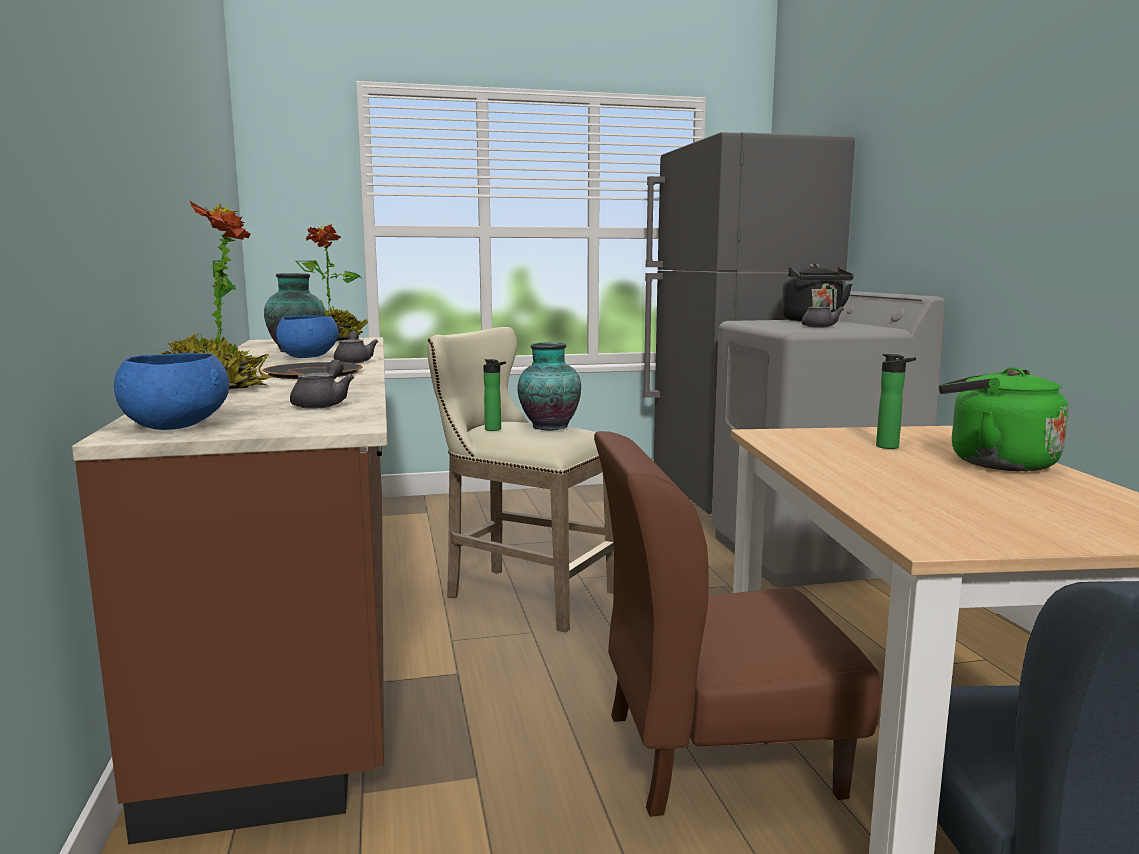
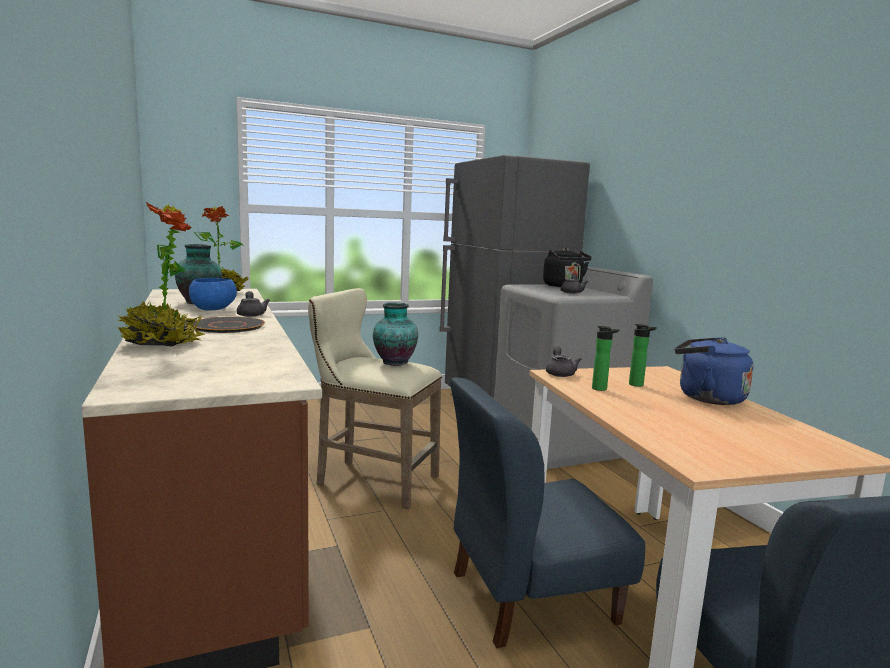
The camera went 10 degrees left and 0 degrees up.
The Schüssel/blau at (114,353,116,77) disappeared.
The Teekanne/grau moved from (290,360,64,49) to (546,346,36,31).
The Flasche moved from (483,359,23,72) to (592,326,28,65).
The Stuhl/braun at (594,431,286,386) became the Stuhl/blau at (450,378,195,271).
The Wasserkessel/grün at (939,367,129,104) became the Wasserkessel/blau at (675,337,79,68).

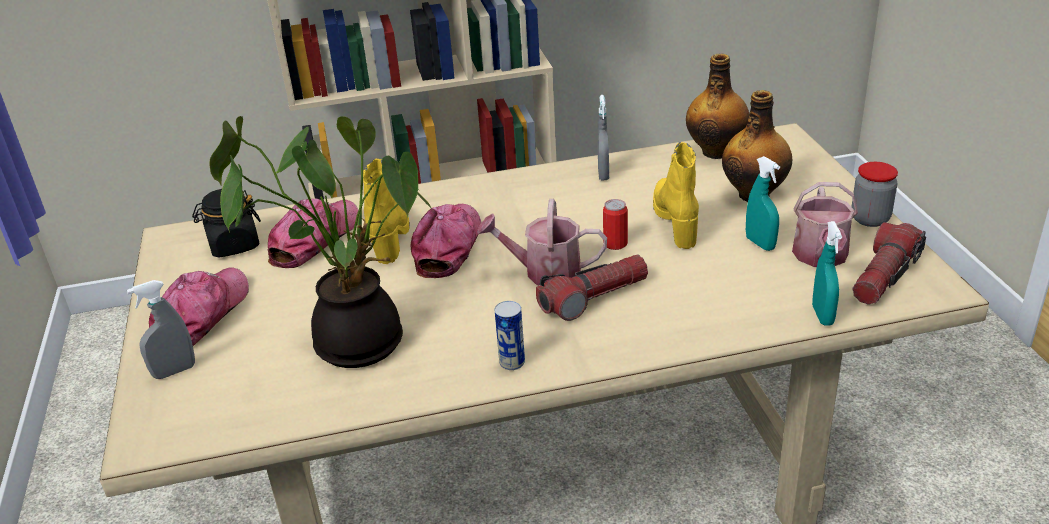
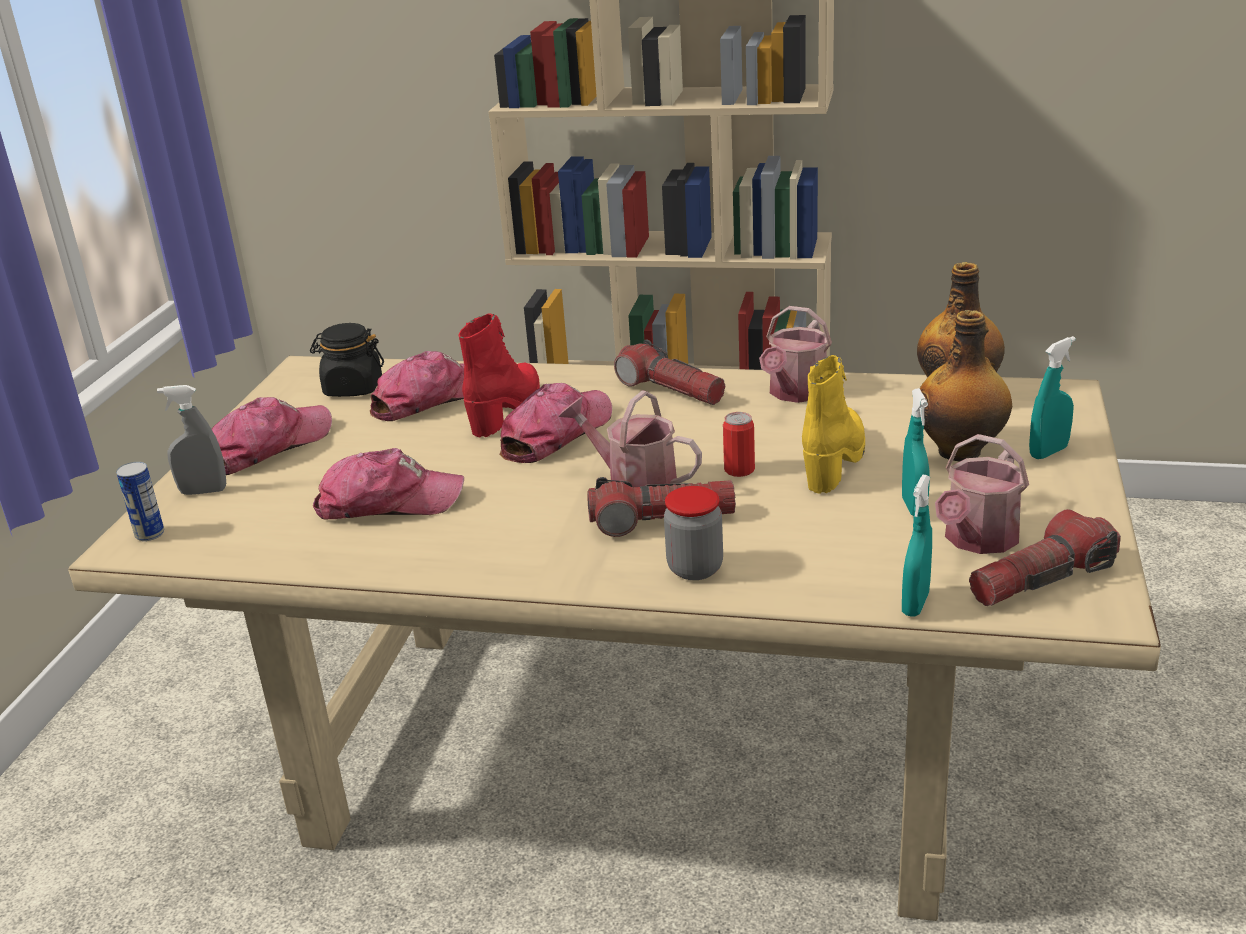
The camera went 25 degrees right and 5 degrees down.
The Topfpflanze at (209,116,223,252) was replaced by the Kappe at (313,448,151,71).
The Stiefel/gelb at (363,158,47,106) became the Stiefel/rot at (458,313,82,124).
The Dose moved from (494,301,31,69) to (116,462,48,79).
The Sprühflasche/grau at (598,95,11,86) was replaced by the Gießkanne at (759,306,73,97).
The Vorratsglas moved from (851,162,47,65) to (664,486,59,94).
The Taschenlampe at (614,340,111,65) appeared.
The Sprühflasche/türkis at (1029,336,47,123) appeared.

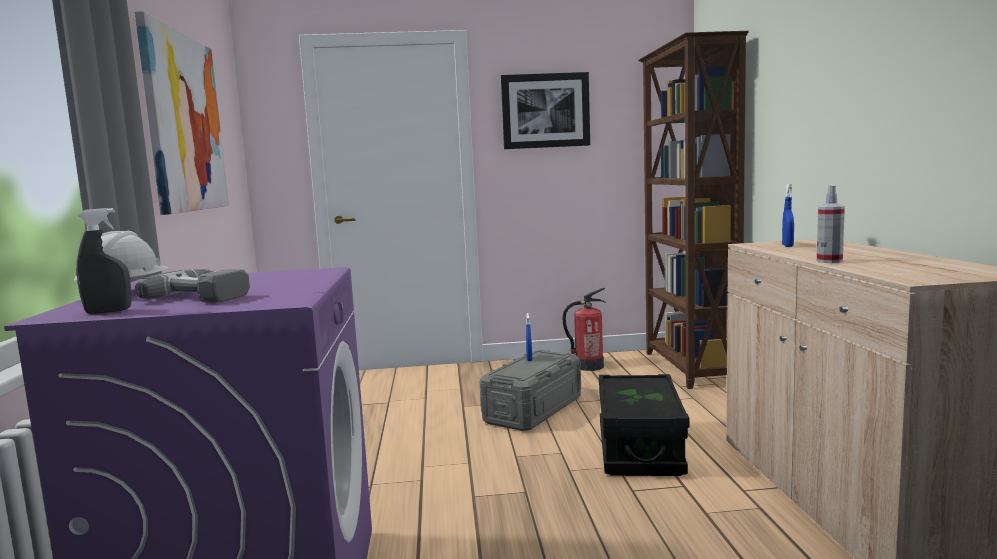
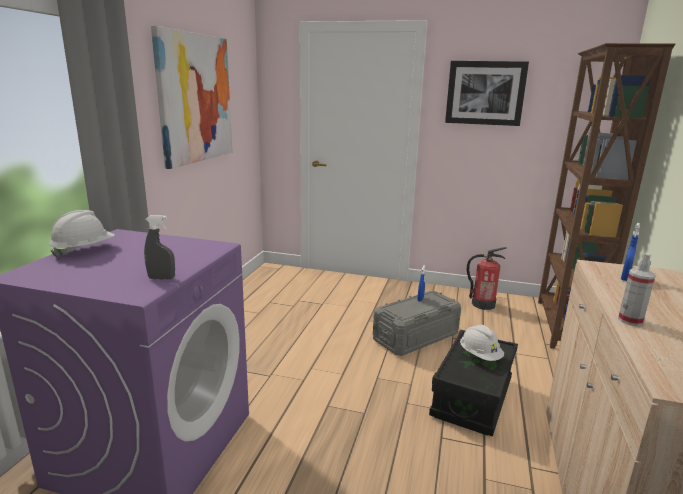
The camera went 20 degrees right and 10 degrees up.
The Sprühflasche/grau moved from (76,208,56,106) to (144,215,31,65).
The Bohrmaschine at (135,269,115,34) disappeared.
The Schutzhelm/weiß at (460,325,44,36) appeared.

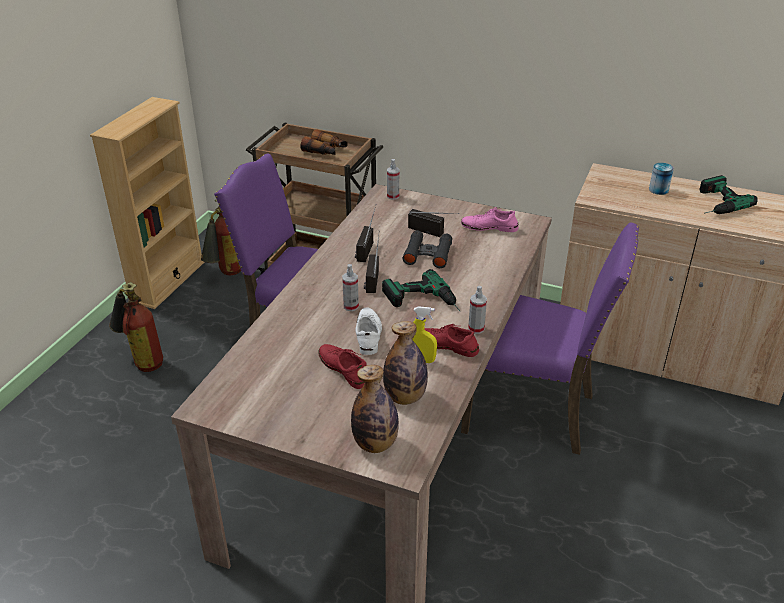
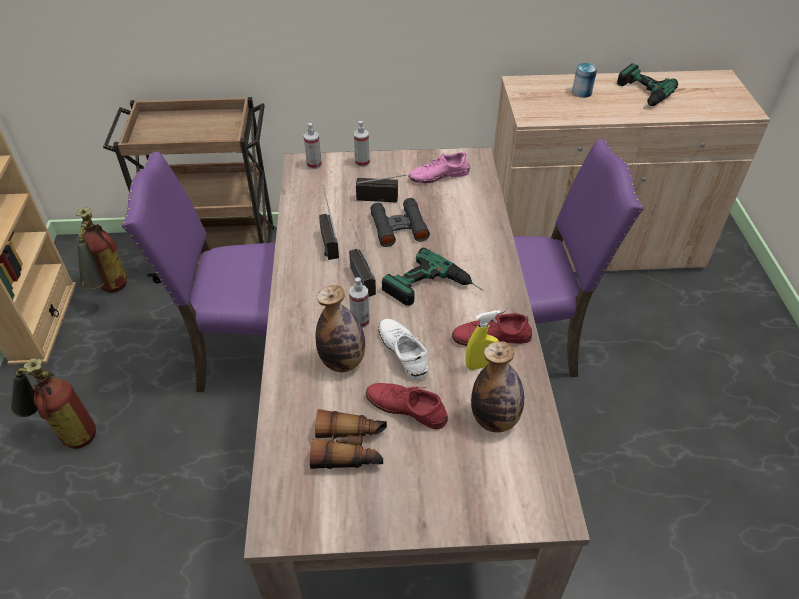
The camera went 25 degrees left and 10 degrees up.
The Fernglas moved from (300,130,48,25) to (310,409,77,60).
The Flasche moved from (351,365,48,88) to (315,285,50,87).
The Sprühflasche moved from (468,286,19,48) to (354,121,16,46).

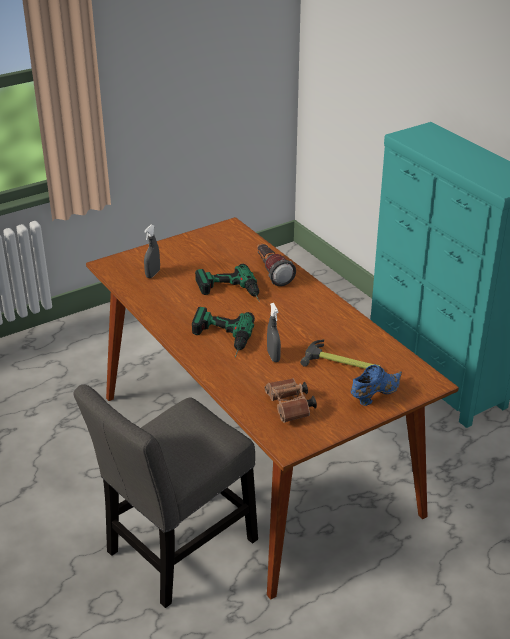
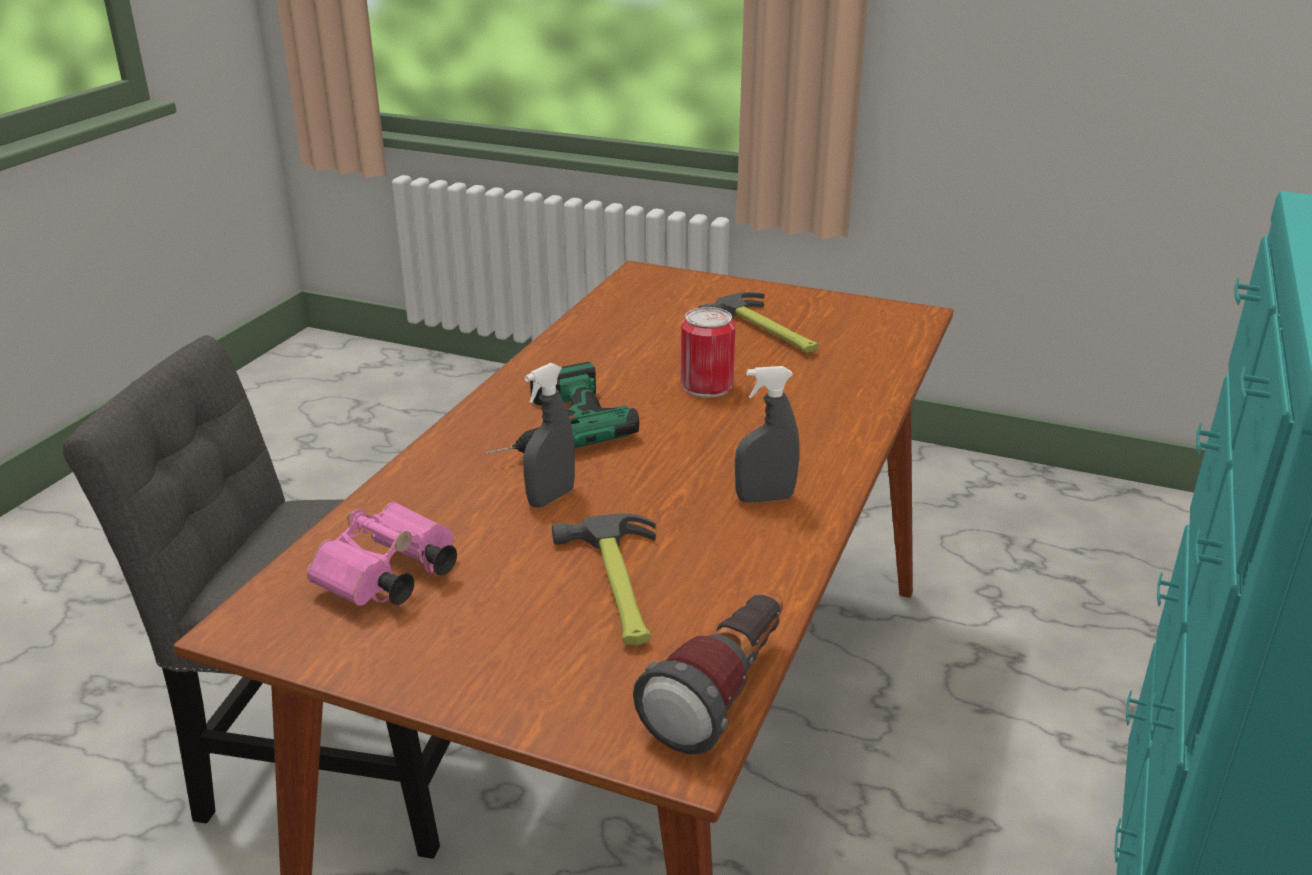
The camera went 55 degrees right and 5 degrees down.
The Sprühflasche/grau moved from (144,225,16,53) to (735,366,65,137).
The Bohrmaschine at (195,264,65,38) was replaced by the Dose at (681,307,55,90).
The Taschenlampe moved from (257,244,39,42) to (633,592,150,162).
The Fernglas/braun at (265,378,52,45) became the Fernglas/rosa at (307,502,150,104).
The Schuh/blau at (351,365,51,41) disappeared.
The Hammer at (698,292,121,61) appeared.

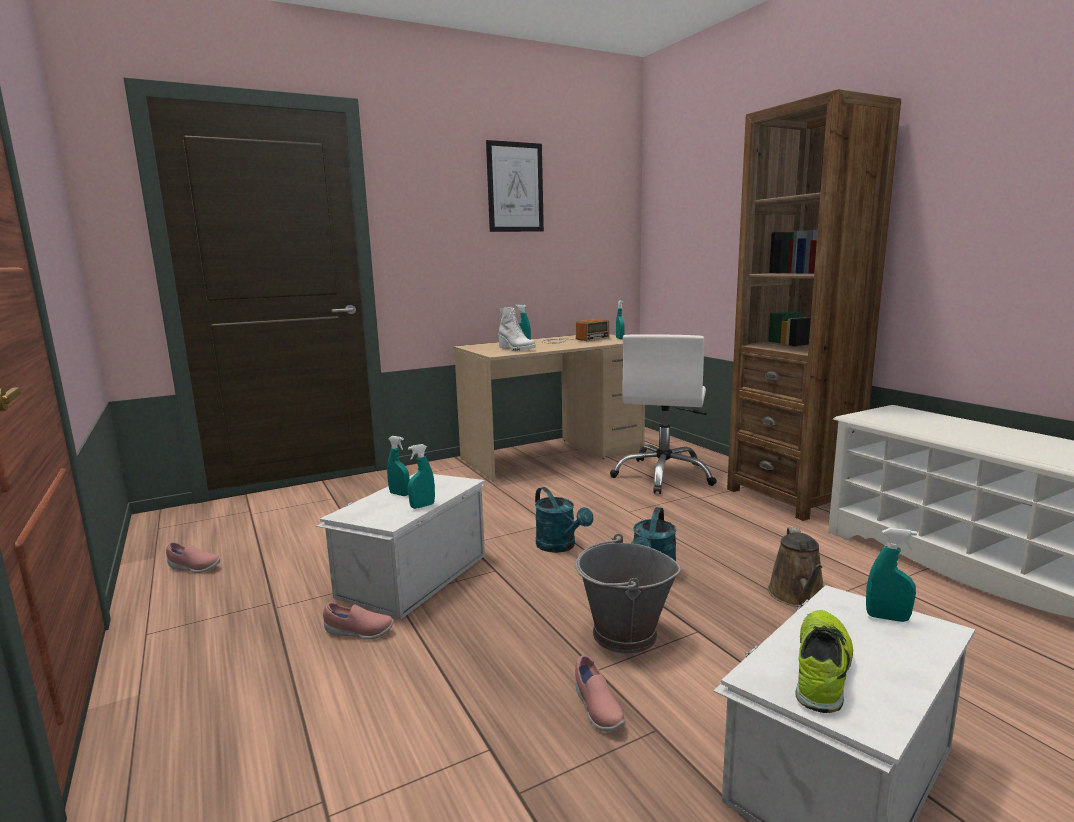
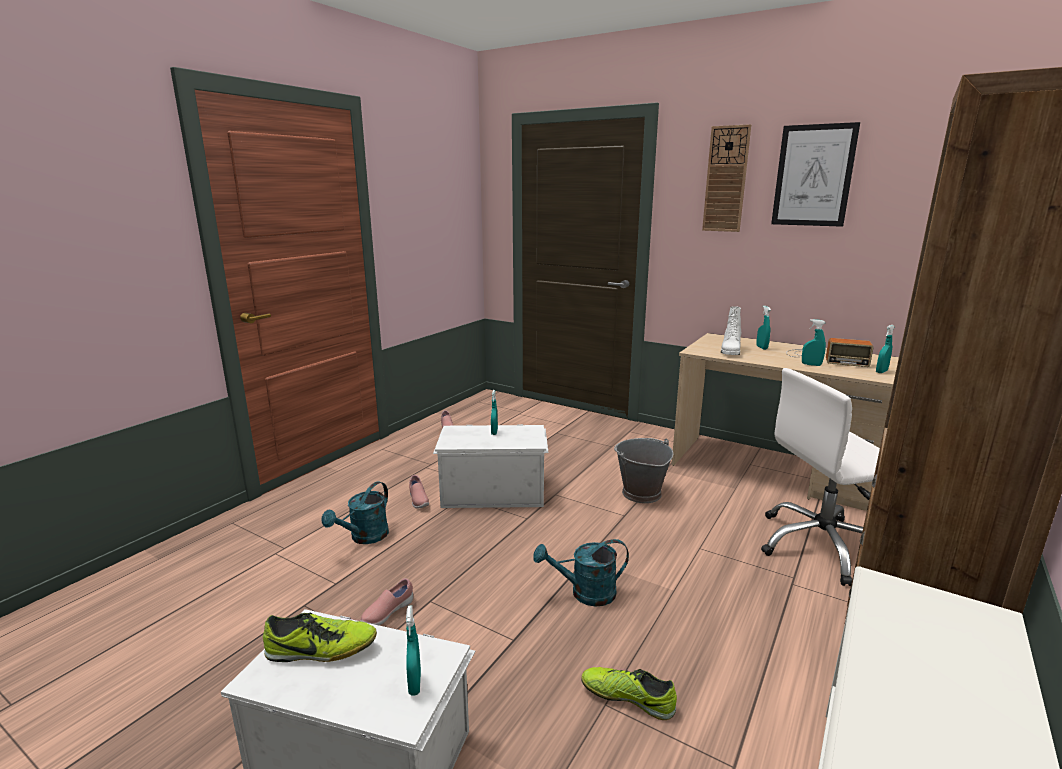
The camera went 60 degrees right and 5 degrees up.
The Sprühflasche/türkis moved from (408,444,27,65) to (802,319,24,47).
The Gießkanne/türkis moved from (535,487,58,66) to (322,481,67,63).
The Eimer/grau moved from (575,534,106,120) to (614,438,59,65).
The Gießkanne/braun at (768,527,55,80) was replaced by the Schuh at (581,667,96,53).
The Wanduhr at (702,124,49,108) appeared.

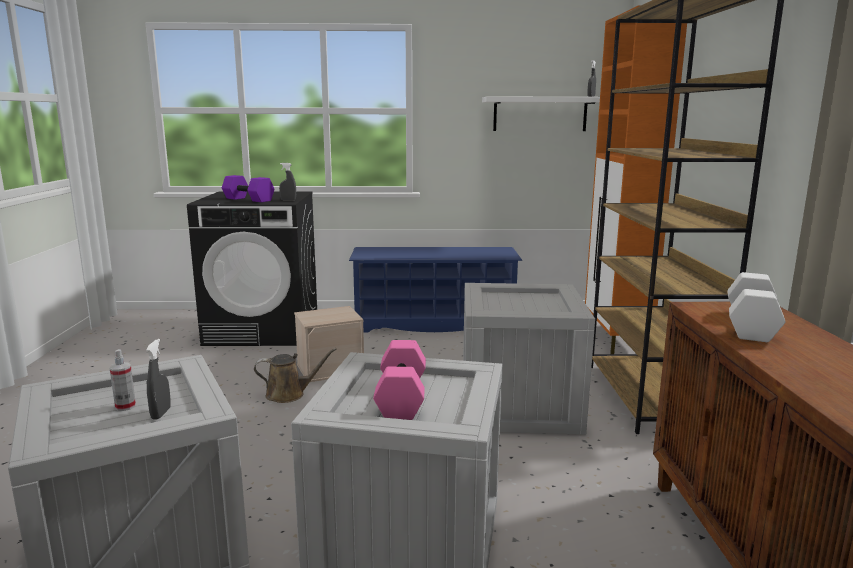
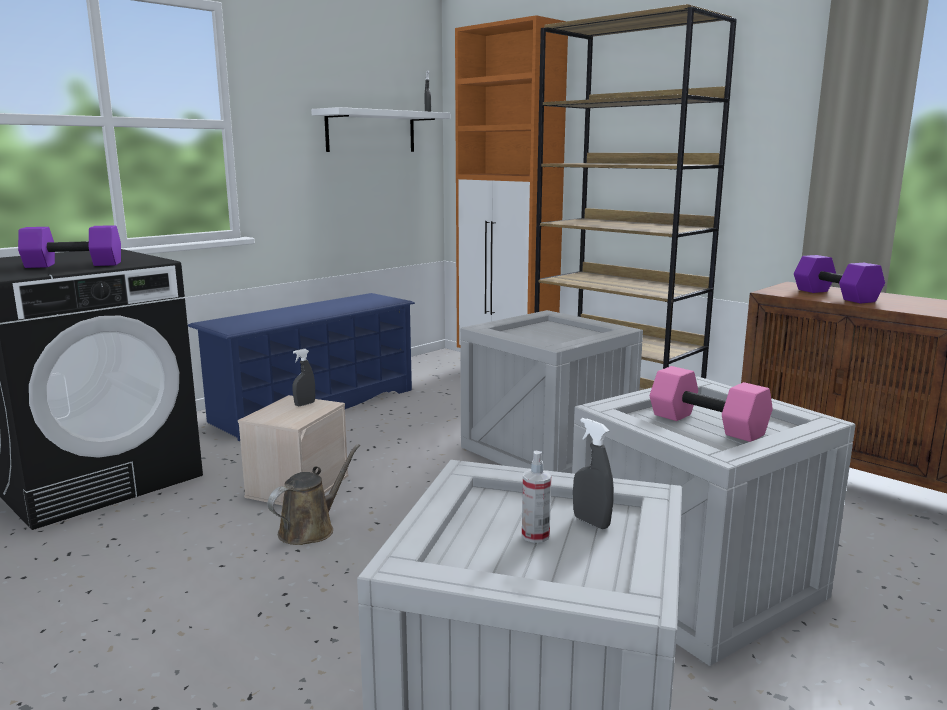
The camera went 45 degrees left and 0 degrees up.
The Sprühflasche/grau moved from (279,163,17,38) to (292,349,23,57).
The Hantel/weiß at (728,272,58,70) became the Hantel/lila at (794,255,91,49).

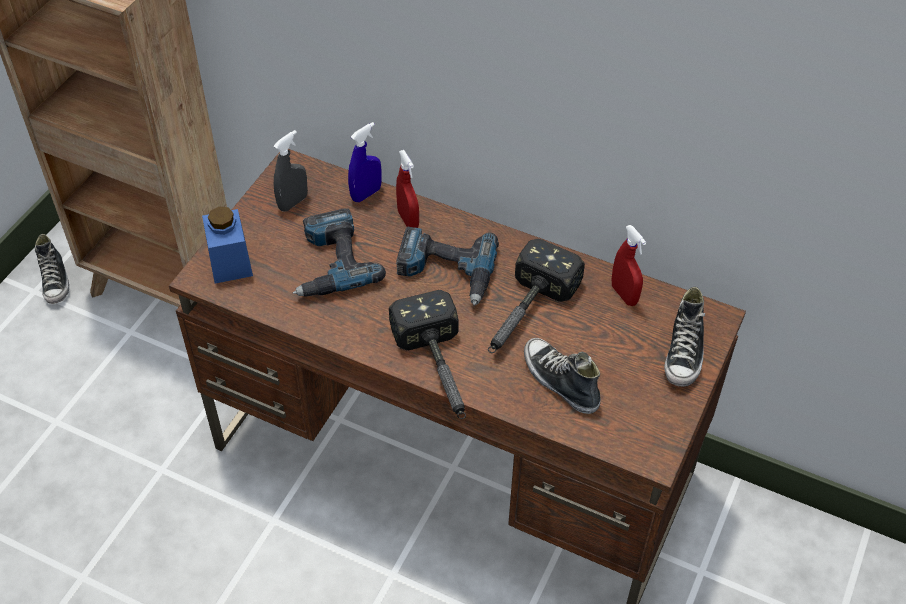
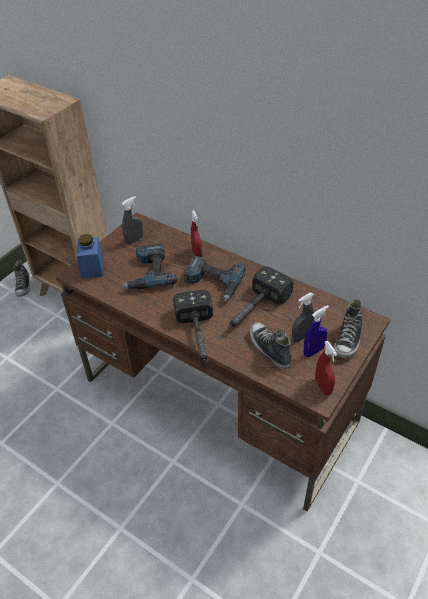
The camera went 10 degrees right and 5 degrees down.
The Sprühflasche/blau moved from (348,122,34,80) to (304,305,25,52).
The Sprühflasche/rot moved from (612,225,34,81) to (315,341,22,55).
The Sprühflasche/grau at (292,293,22,49) appeared.

